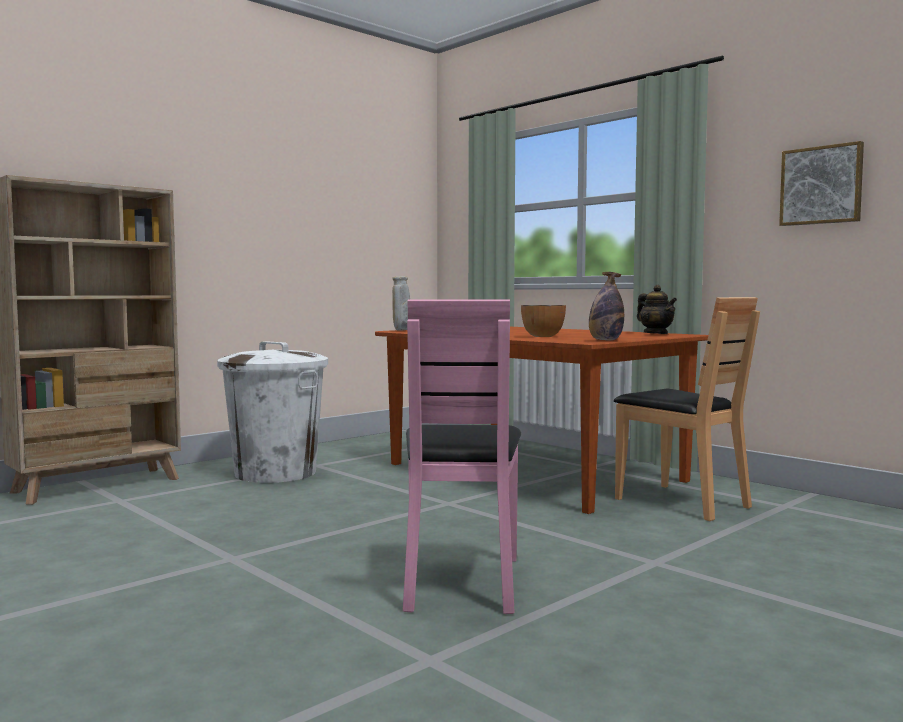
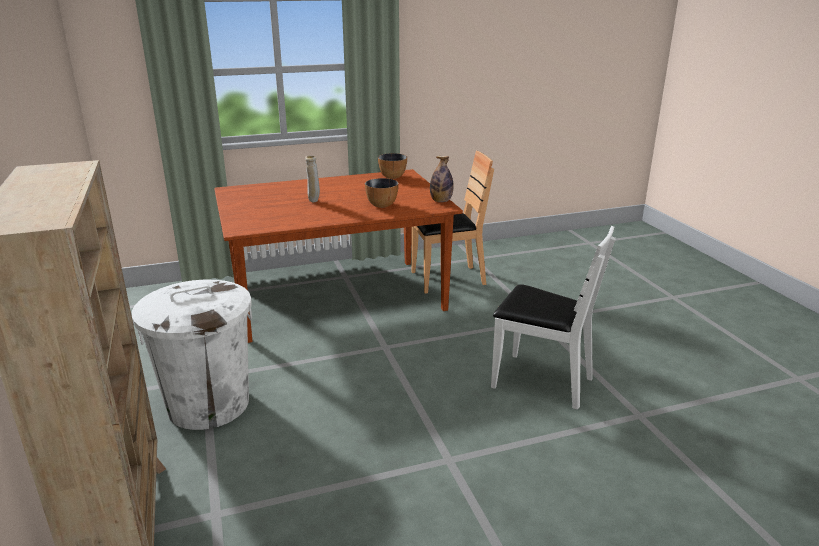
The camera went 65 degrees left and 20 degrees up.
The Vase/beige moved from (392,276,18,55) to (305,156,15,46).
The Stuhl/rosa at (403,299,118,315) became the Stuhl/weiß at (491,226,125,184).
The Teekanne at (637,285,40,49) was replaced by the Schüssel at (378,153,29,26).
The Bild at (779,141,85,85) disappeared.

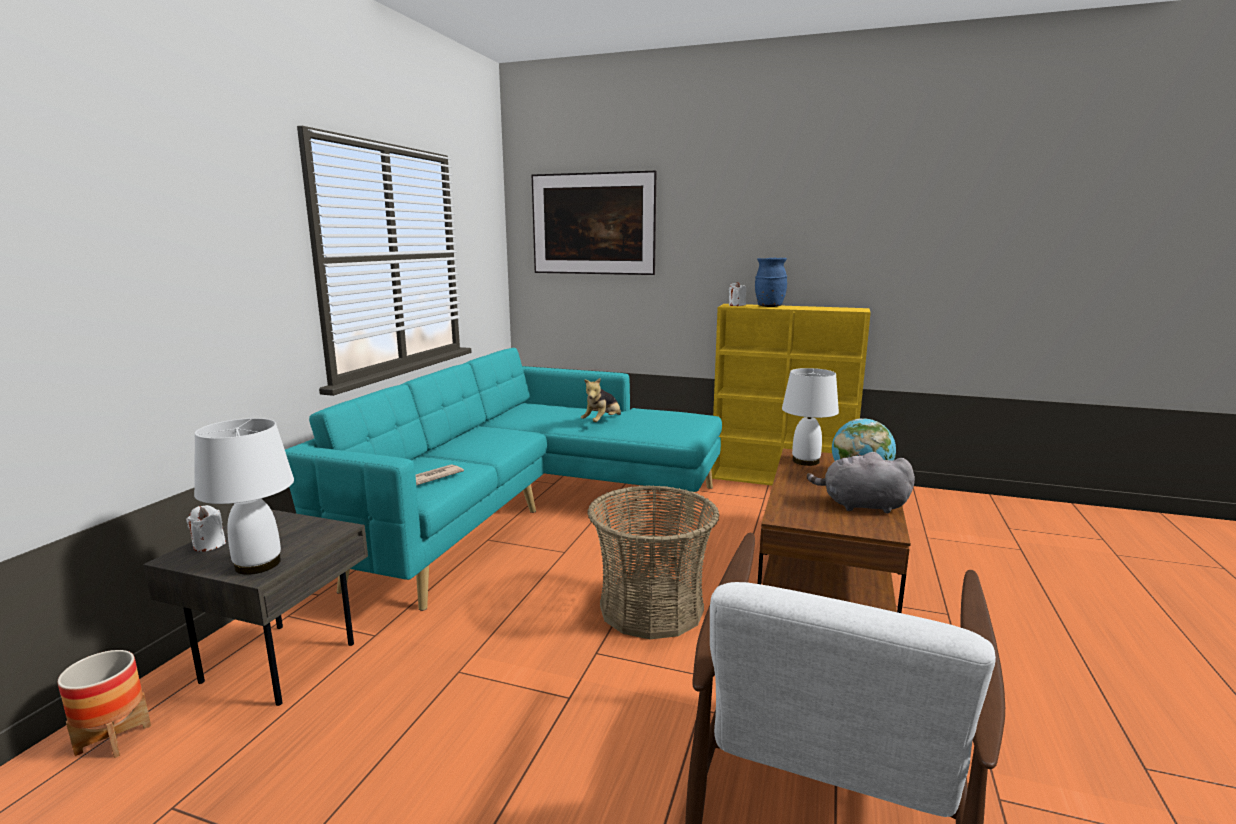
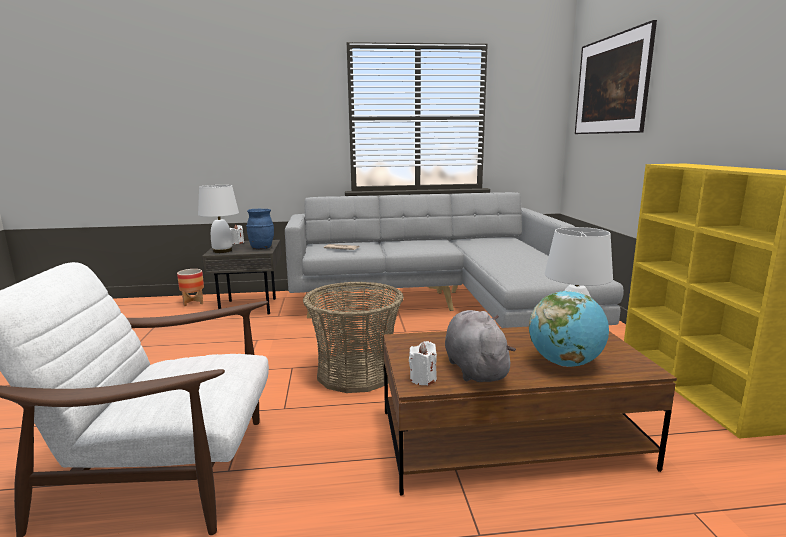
The camera went 65 degrees right and 0 degrees up.
The Sofa/türkis at (285,348,437,263) became the Sofa/grau at (285,192,339,136).
The Plüschtier at (581,378,40,44) disappeared.
The Kerze/weiß moved from (729,282,17,24) to (409,341,28,45).
The Vase/blau moved from (755,258,32,49) to (246,209,28,41).

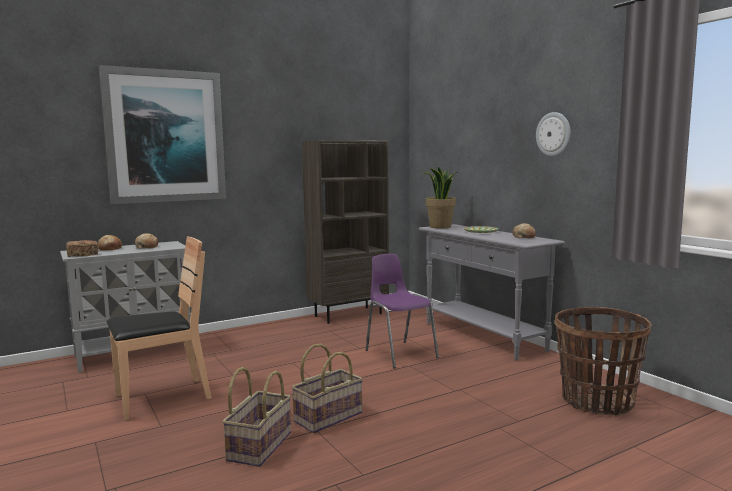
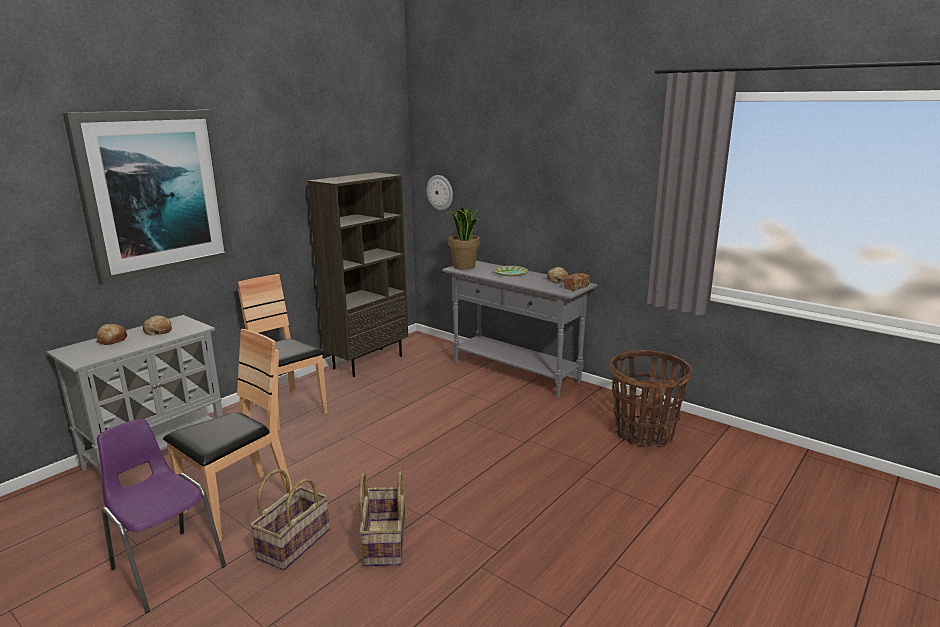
The camera went 20 degrees left and 10 degrees up.
The Brot moved from (66,240,32,17) to (564,273,26,18).
The Korb moved from (291,343,72,90) to (250,469,80,101).
The Stuhl/lila moved from (366,254,73,114) to (97,419,129,194).
The Wanduhr moved from (536,112,35,44) to (427,175,26,35).
The Stuhl/braun at (238,274,90,156) appeared.

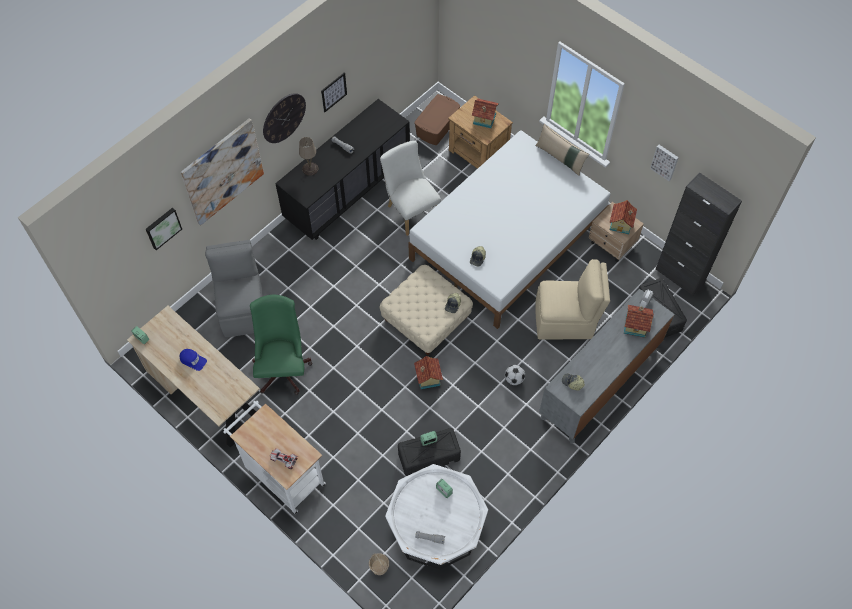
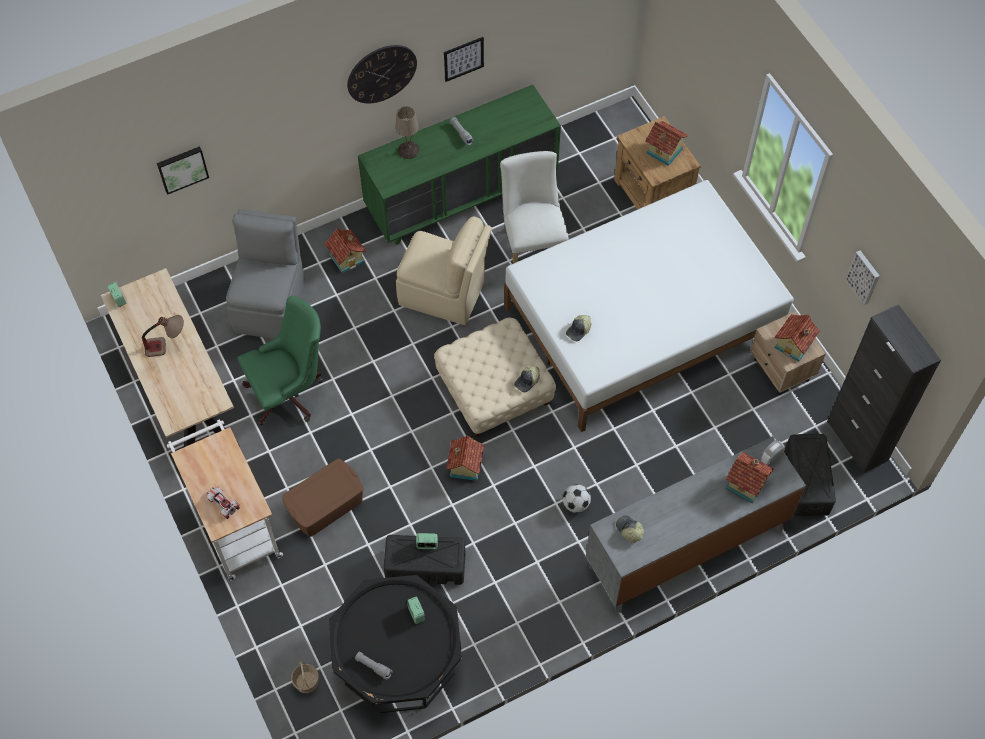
The camera went 20 degrees right and 0 degrees up.
The Kappe/blau at (180,349,27,22) was replaced by the Tischlampe at (142,315,42,42).
The Bild at (181,118,83,108) disappeared.
The Bürostuhl/grün at (250,295,62,100) turned 45 degrees clockwise.
The Kommode/schwarz at (275,99,135,141) became the Kommode/grün at (358,85,203,160).
The Couchtisch/weiß at (385,464,103,106) became the Couchtisch/schwarz at (329,575,133,138).
The Aufbewahrungsbox/braun moved from (414,94,46,51) to (282,459,81,78).
The Stuhl/beige moved from (535,259,75,80) to (396,216,96,109).
The Kissen/beige at (536,124,54,52) disappeared.
The Spielzeughaus at (324,228,42,45) appeared.

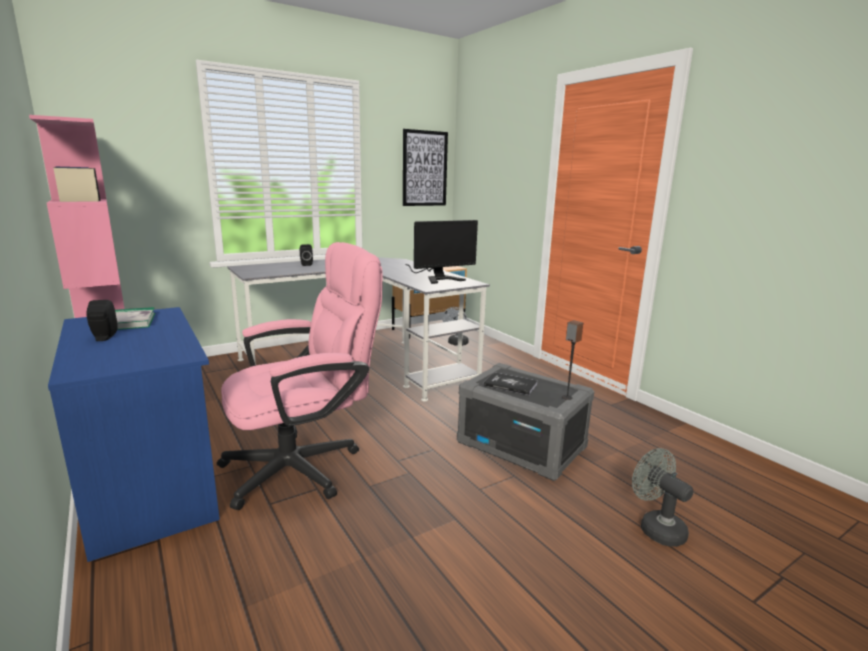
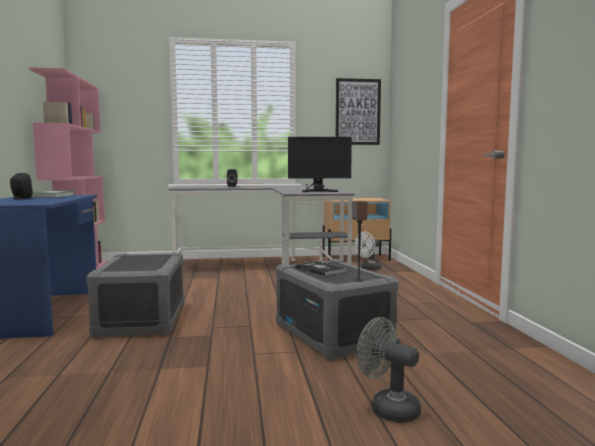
The camera went 25 degrees right and 10 degrees down.
The Bürostuhl/rosa at (217,242,166,268) was replaced by the Aufbewahrungsbox/grau at (86,252,98,86).
The Ventilator/grau at (632,448,61,99) turned 45 degrees counterclockwise.

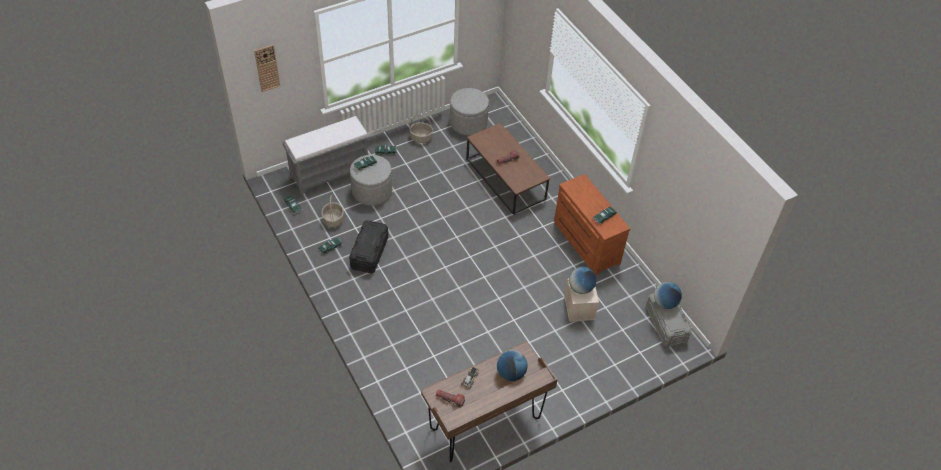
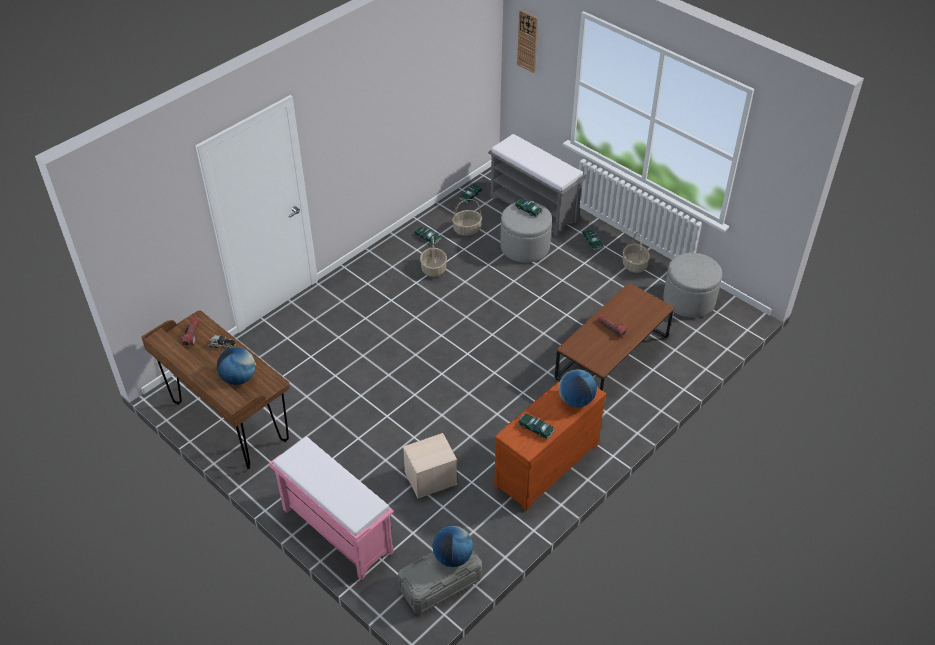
The camera went 75 degrees right and 5 degrees down.
The Aufbewahrungsbox/schwarz at (349,220,39,54) was replaced by the Korb at (420,236,27,41).
The Globus moved from (568,267,28,27) to (559,369,38,38).
The Bank/rosa at (269,436,125,144) appeared.

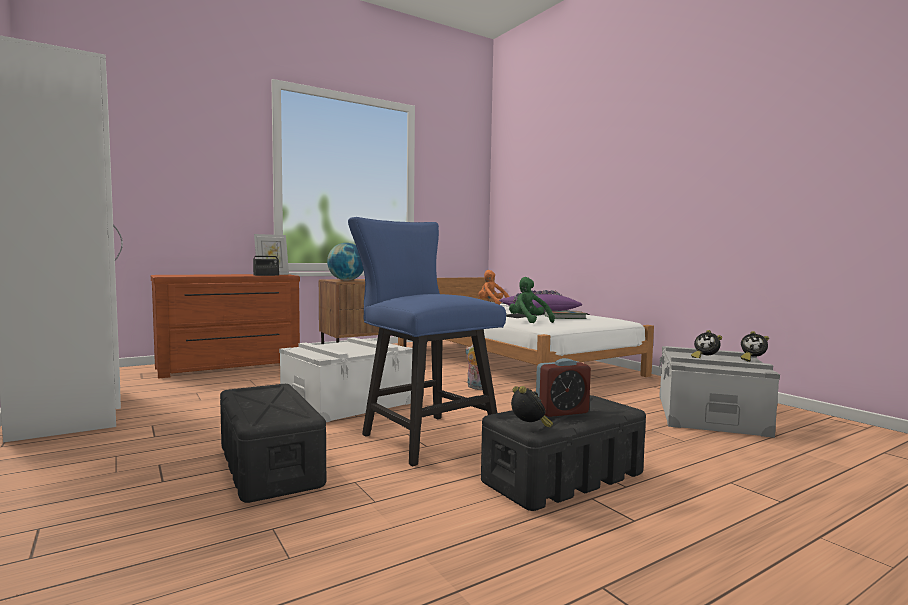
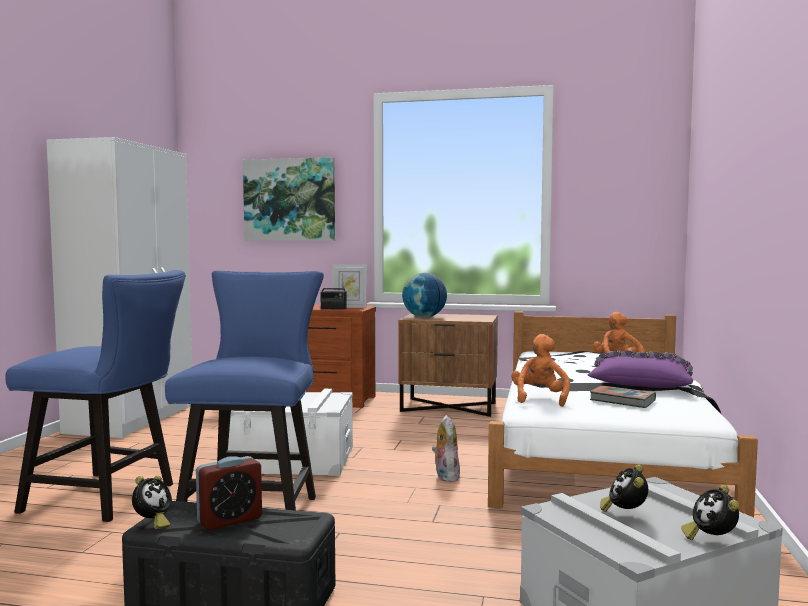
The camera went 45 degrees right and 0 degrees up.
The Aufbewahrungsbox/schwarz at (220,384,106,119) was replaced by the Stuhl/blau at (5,270,181,252).
The Plüschtier/grün at (509,277,46,46) became the Plüschtier/orange at (511,334,59,73).
The Wecker at (536,358,55,59) turned 60 degrees counterclockwise.
The Bild at (243,157,92,84) appeared.

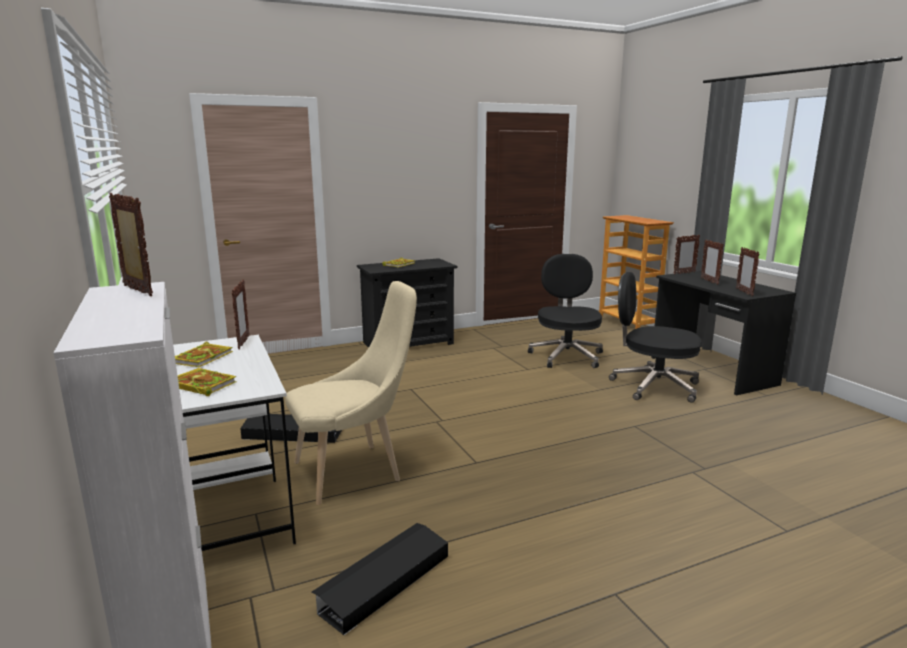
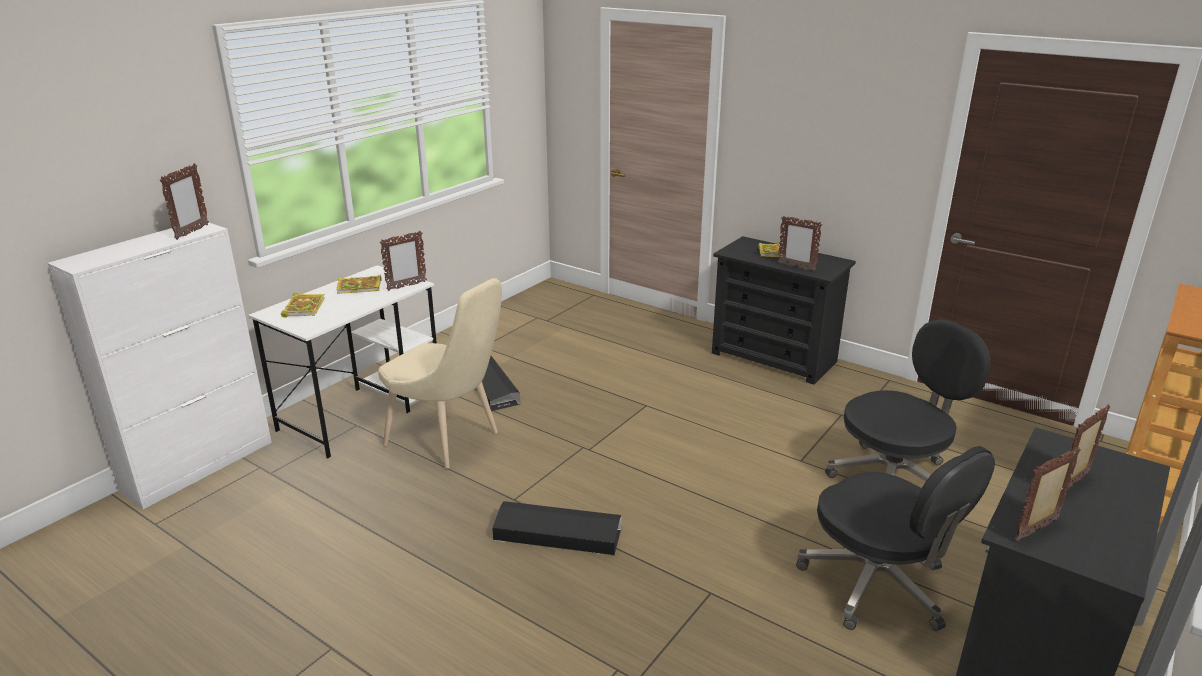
The camera went 60 degrees right and 10 degrees up.
The Aufbewahrungsbox/schwarz moved from (311,523,137,112) to (492,501,130,54).
The Bürostuhl/schwarz at (609,272,93,131) turned 150 degrees clockwise.
The Bilderrahmen moved from (674,234,26,40) to (778,216,44,55).

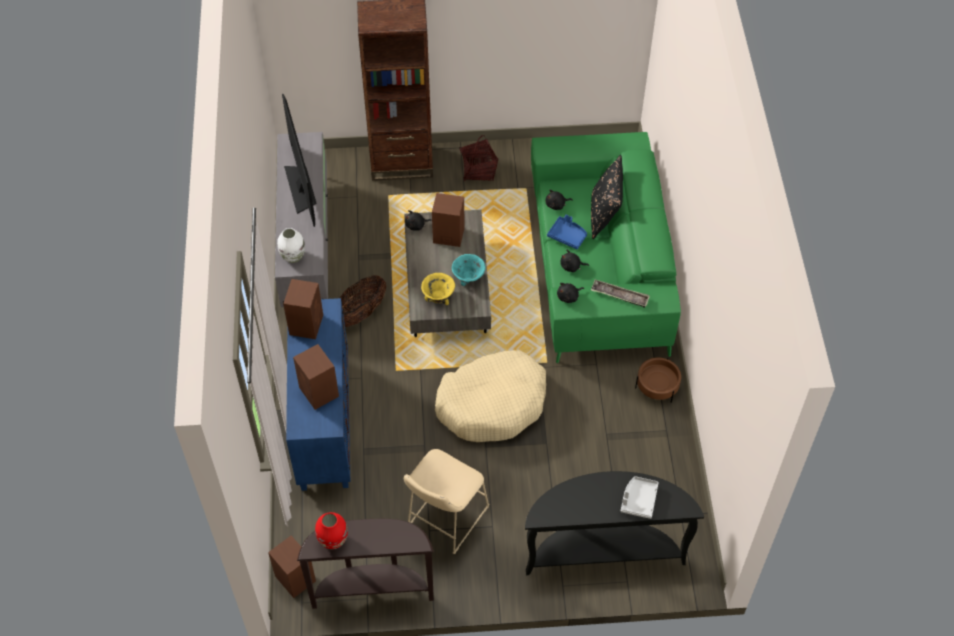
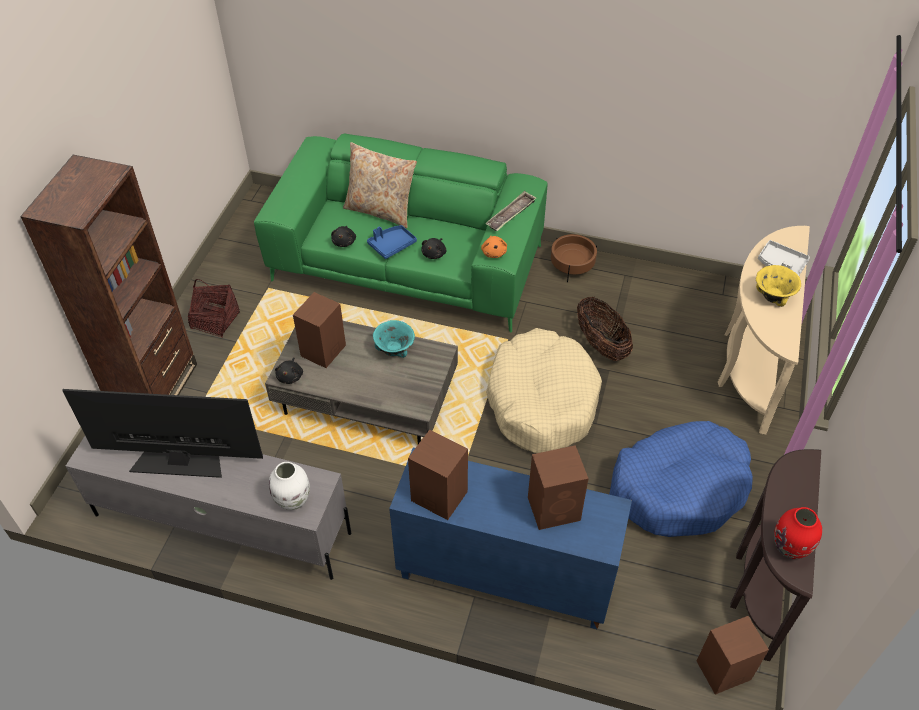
The camera went 70 degrees left and 5 degrees down.
The Korb moved from (339,275,48,52) to (577,297,56,64).
The Hocker/beige at (404,449,86,105) was replaced by the Hundebett/blau at (609,421,144,116).
The Schüssel/gelb moved from (421,273,34,32) to (756,265,45,42).
The Konsolentisch/schwarz at (525,471,179,104) became the Konsolentisch/beige at (718,226,92,208).
The Plüschtier/schwarz at (557,283,28,20) became the Plüschtier/orange at (481,236,26,22).
The Kissen/schwarz at (591,155,32,84) became the Kissen/beige at (343,142,74,86).

